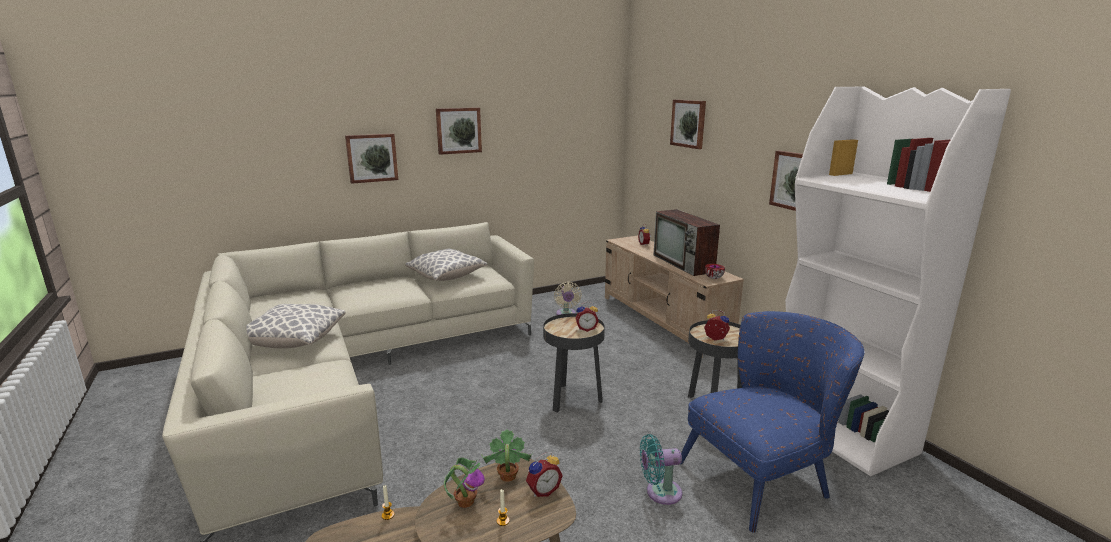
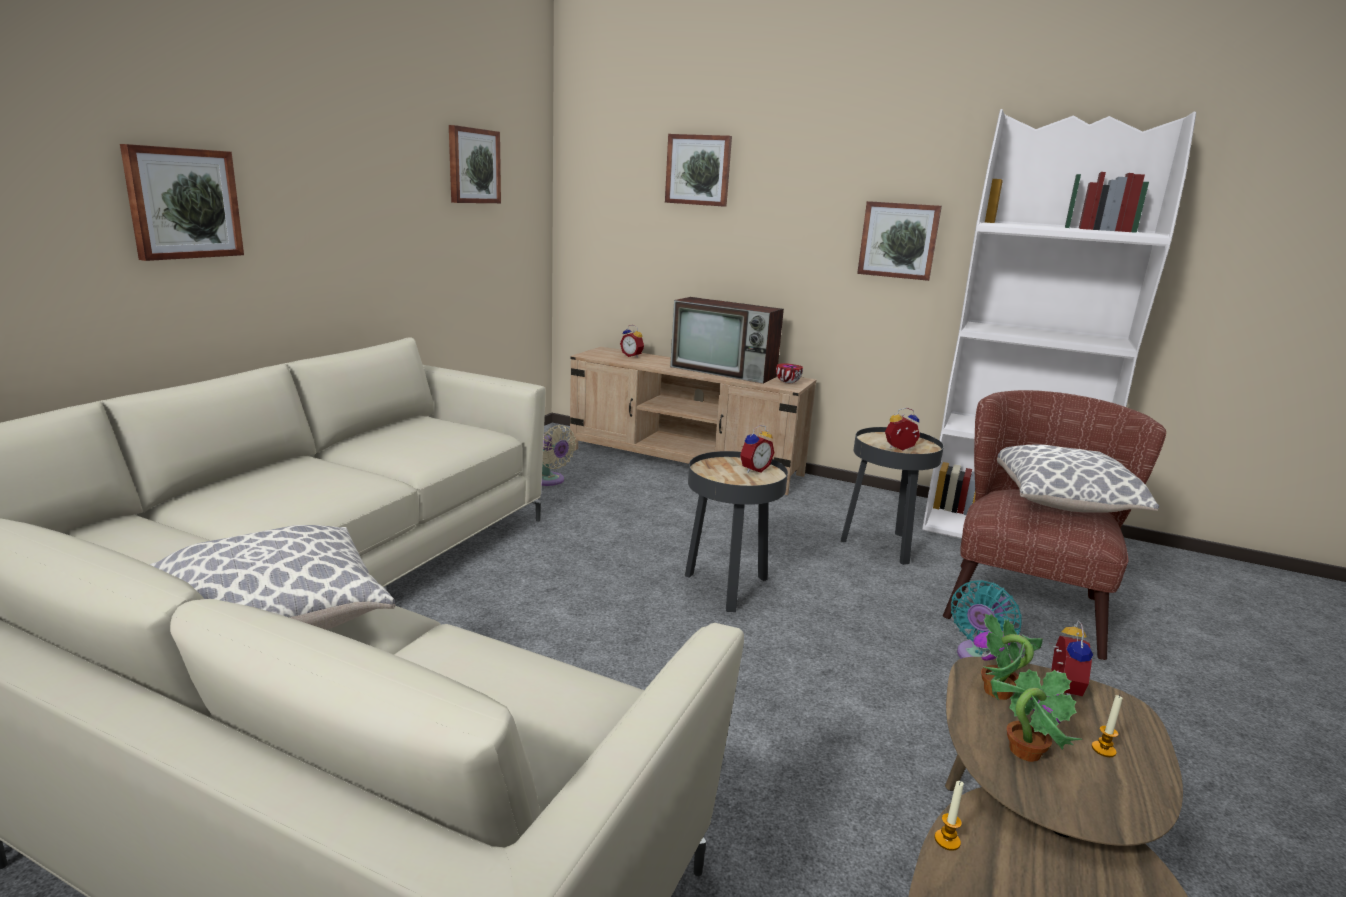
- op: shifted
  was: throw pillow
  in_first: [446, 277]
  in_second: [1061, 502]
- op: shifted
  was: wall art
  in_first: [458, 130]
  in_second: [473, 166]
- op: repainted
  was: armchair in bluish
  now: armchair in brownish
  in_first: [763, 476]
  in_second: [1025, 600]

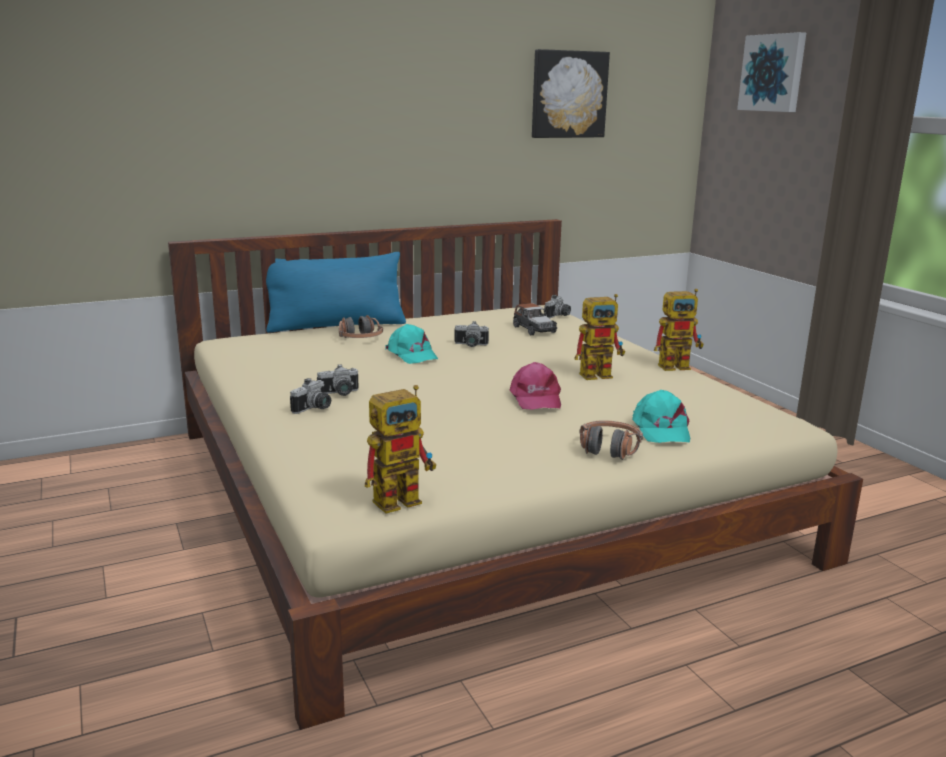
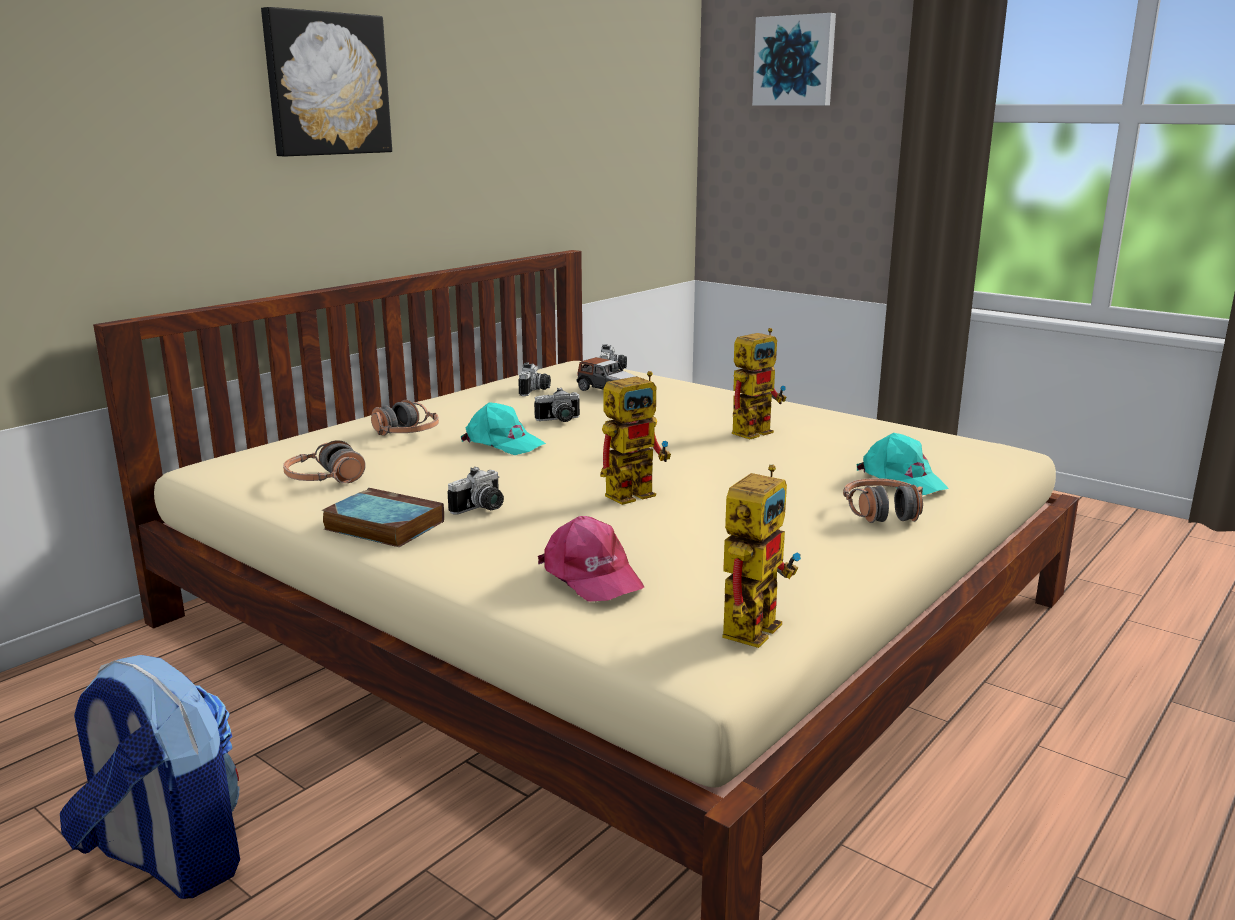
- op: gone
  was: throw pillow in bluish
  in_first: [336, 326]
- op: shifted
  was: still camera
  in_first: [314, 408]
  in_second: [535, 391]
- op: shifted
  was: cap in pink
  in_first: [535, 398]
  in_second: [591, 576]
- op: shifted
  was: wall art
  in_first: [568, 94]
  in_second: [326, 84]
- op: shifted
  was: robot figure
  in_first: [679, 366]
  in_second: [636, 492]
- op: new
  now: backpack
  in_second: [167, 859]
- op: new
  now: headset
  in_second: [324, 480]
- op: new
  now: bound book
  in_second: [381, 525]

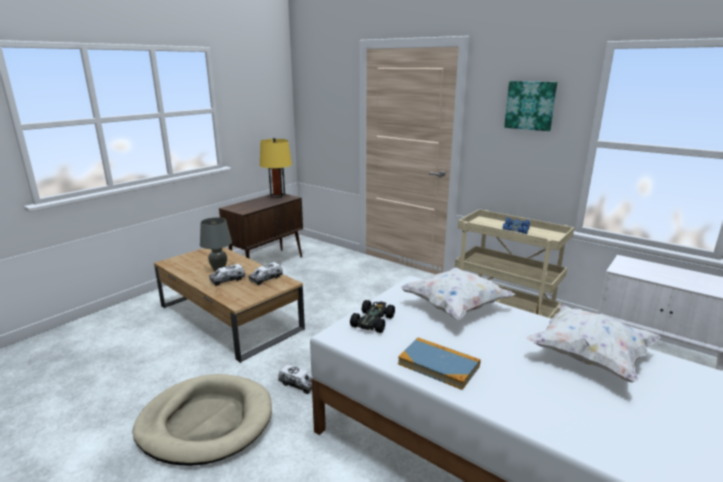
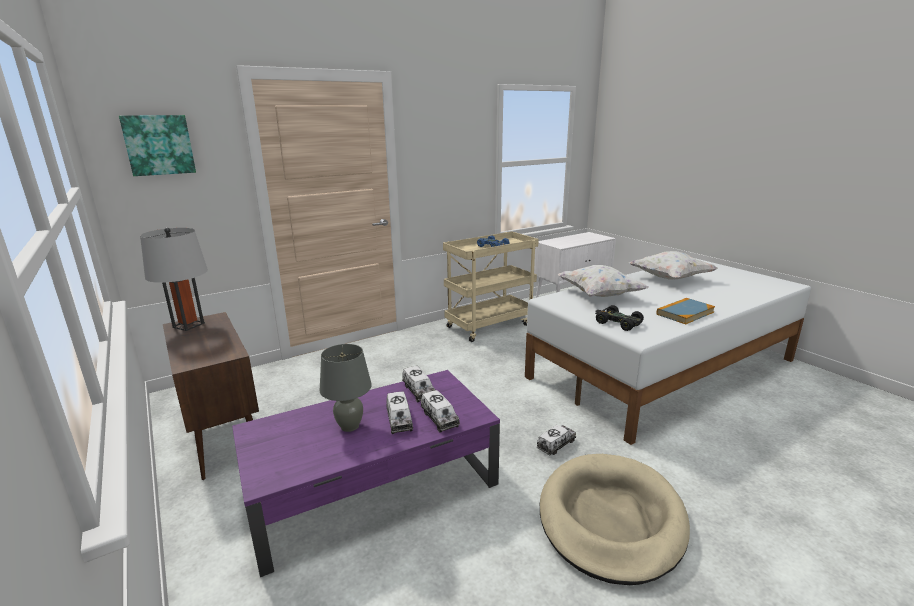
- op: repainted
  was: coffee table in brownish
  now: coffee table in purplish
  in_first: [230, 317]
  in_second: [374, 487]
- op: repainted
  was: lamp for a table in yellow
  now: lamp for a table in greyish
  in_first: [278, 196]
  in_second: [188, 325]
- op: shifted
  was: wall art
  in_first: [530, 105]
  in_second: [159, 145]
- op: new
  now: model truck
  in_second: [439, 418]

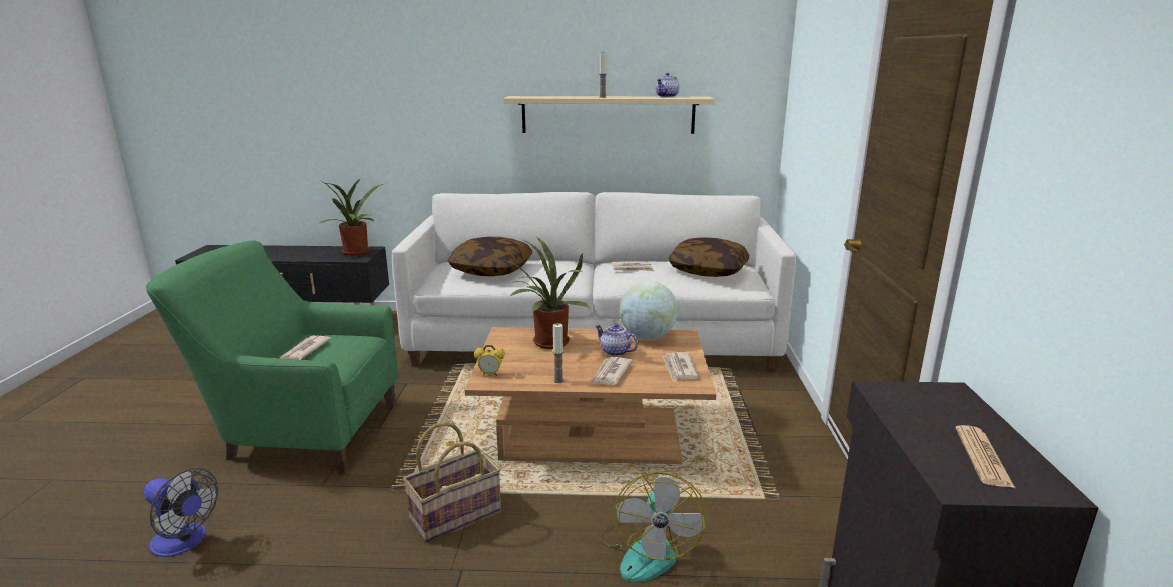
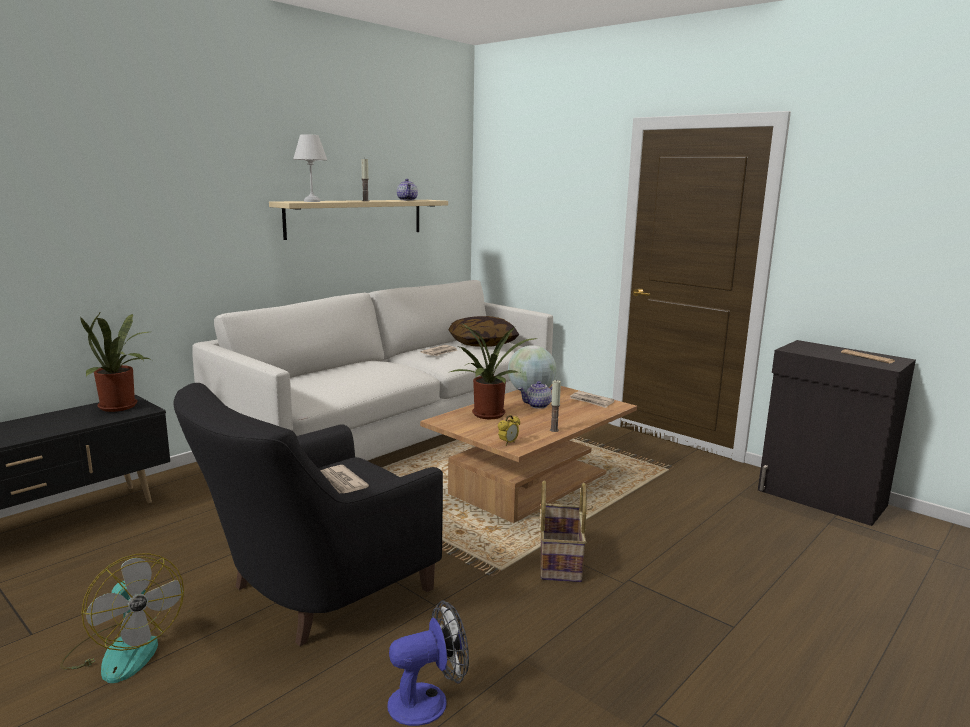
- op: repainted
  was: armchair in green-coloured
  now: armchair in blackish
  in_first: [299, 432]
  in_second: [314, 592]
- op: gone
  was: throw pillow
  in_first: [491, 270]
- op: gone
  was: daily paper
  in_first: [611, 373]
- op: shifted
  was: electric fan
  in_first: [648, 550]
  in_second: [124, 650]
- op: new
  now: lamp for a table in white-coloured
  in_second: [312, 201]

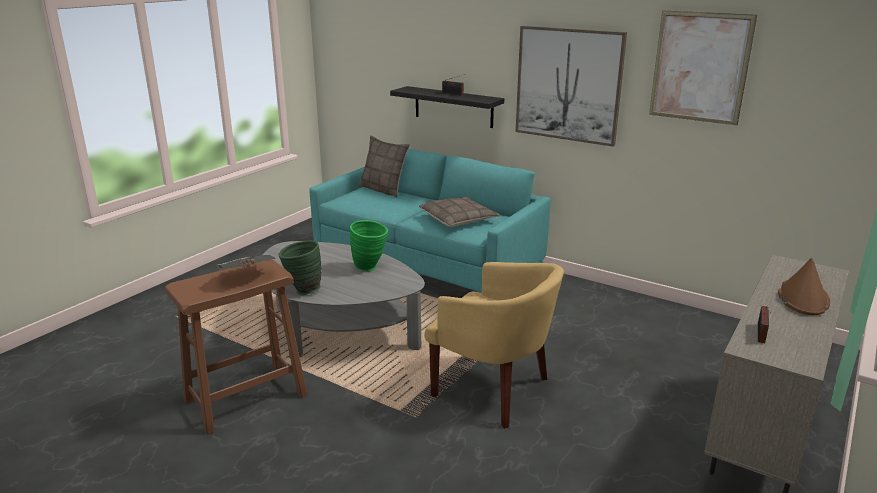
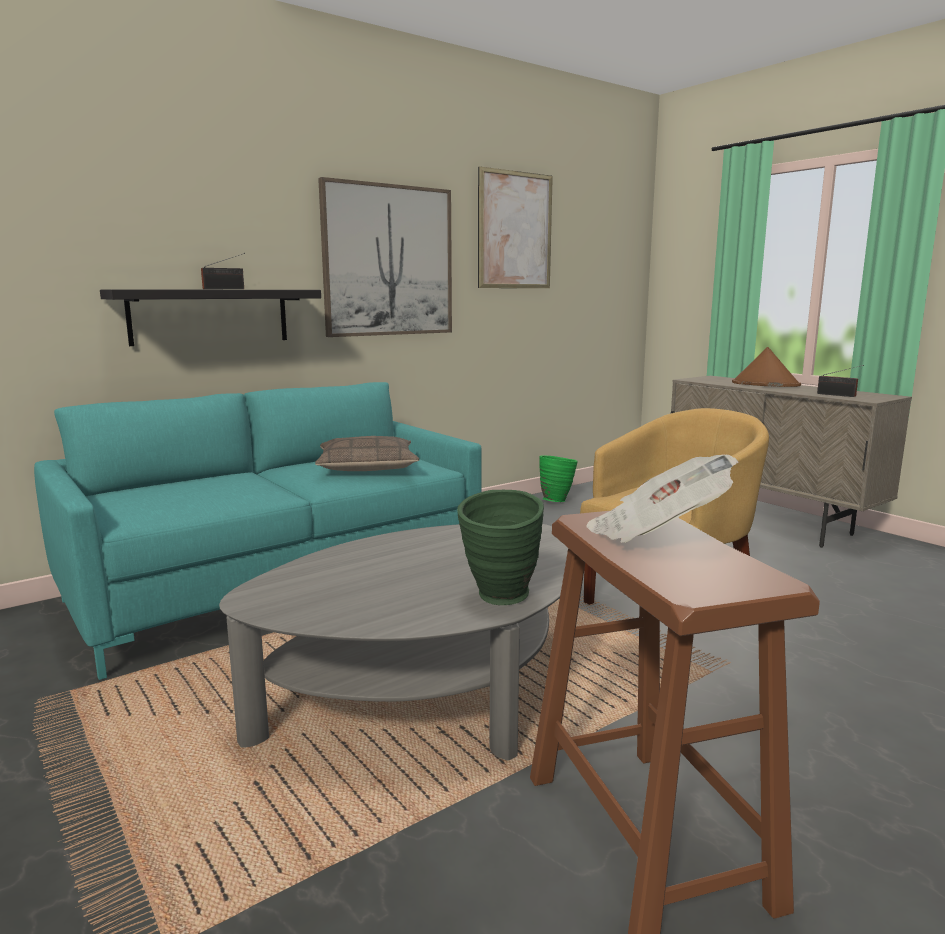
- op: shifted
  was: flower vase in green-coloured
  in_first: [370, 268]
  in_second: [557, 500]
- op: gone
  was: throw pillow
  in_first: [384, 189]

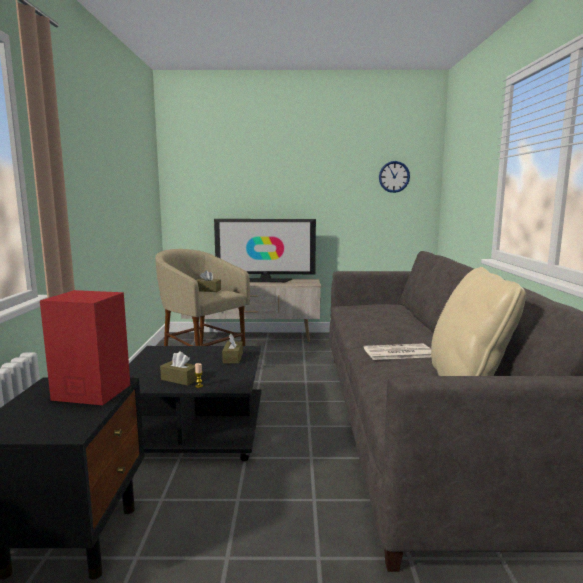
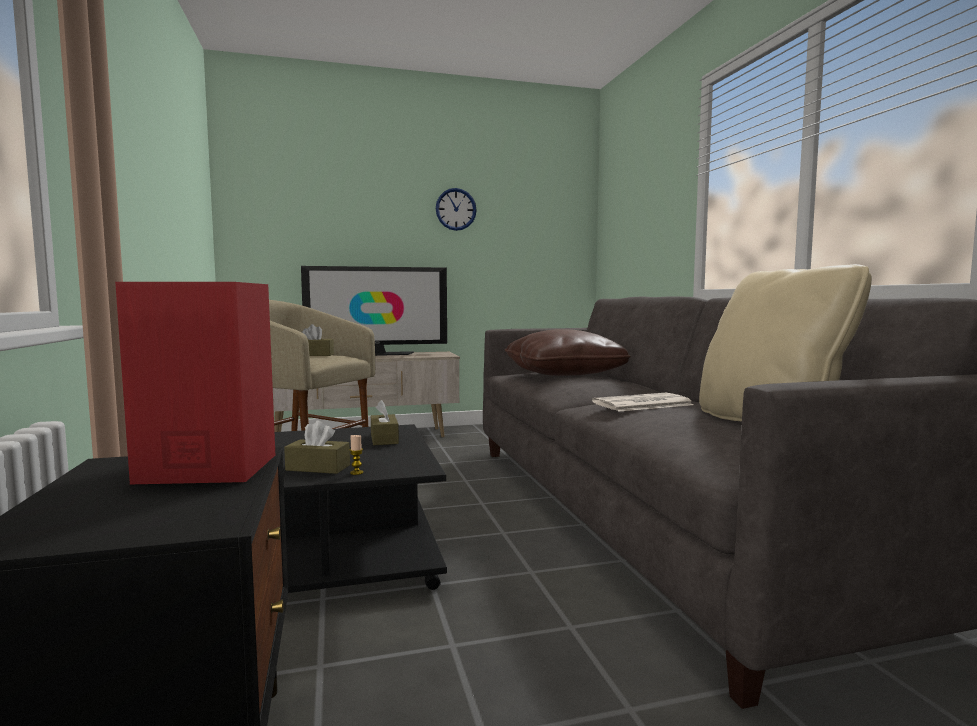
- op: shifted
  was: hanging clock
  in_first: [394, 176]
  in_second: [456, 209]
- op: new
  now: throw pillow in brownish
  in_second: [564, 374]

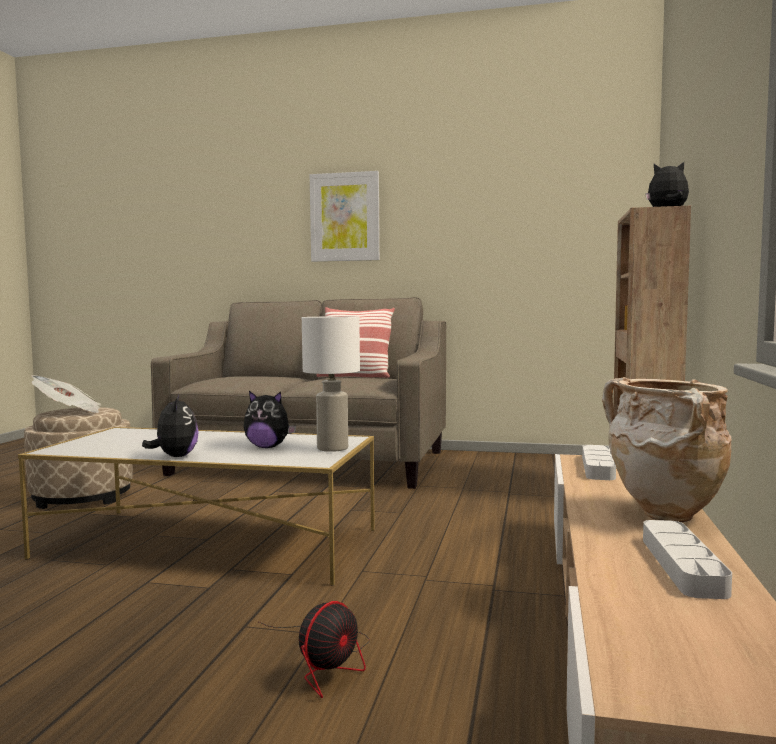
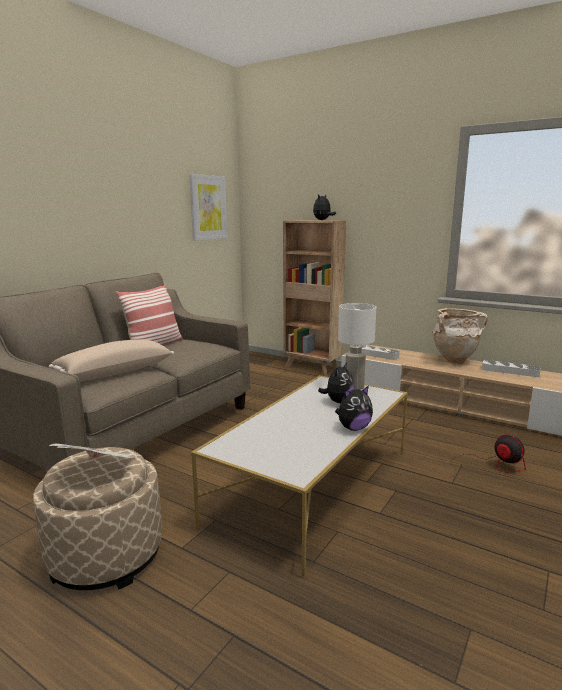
- op: rotated
  was: plush toy
  in_first: [175, 456]
  in_second: [353, 428]
  clockwise: 150
- op: shifted
  was: wall art
  in_first: [345, 217]
  in_second: [208, 207]
- op: new
  now: throw pillow in beige
  in_second: [114, 372]

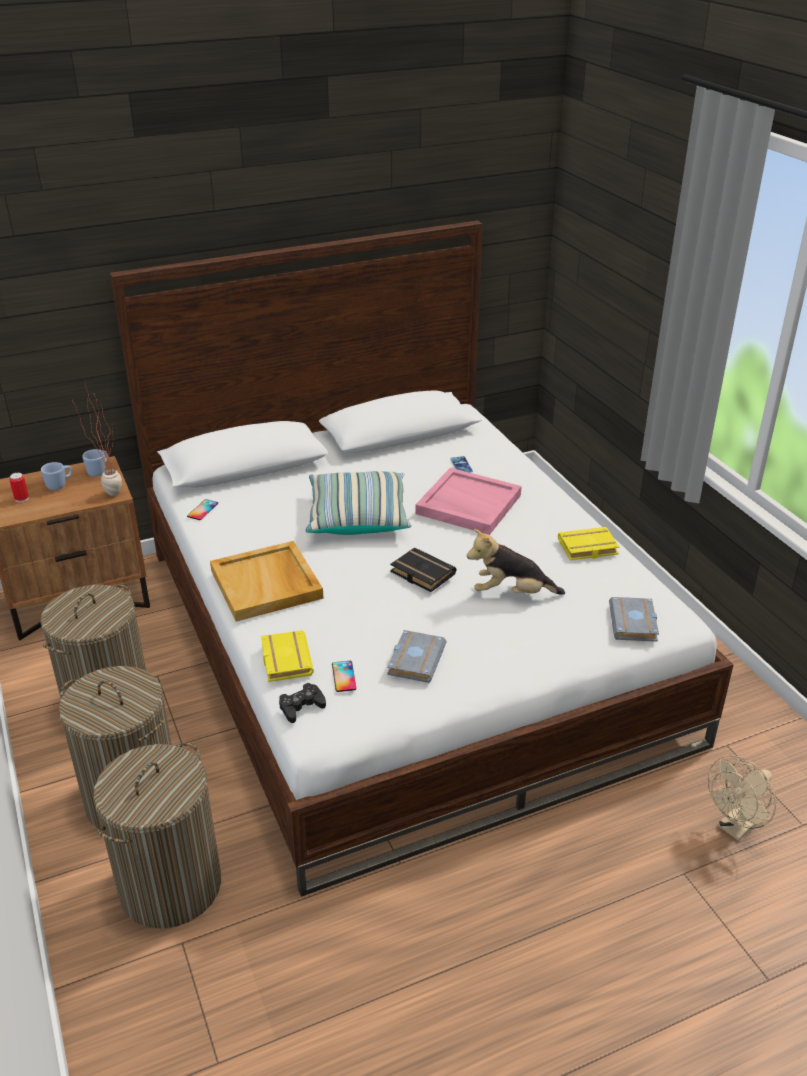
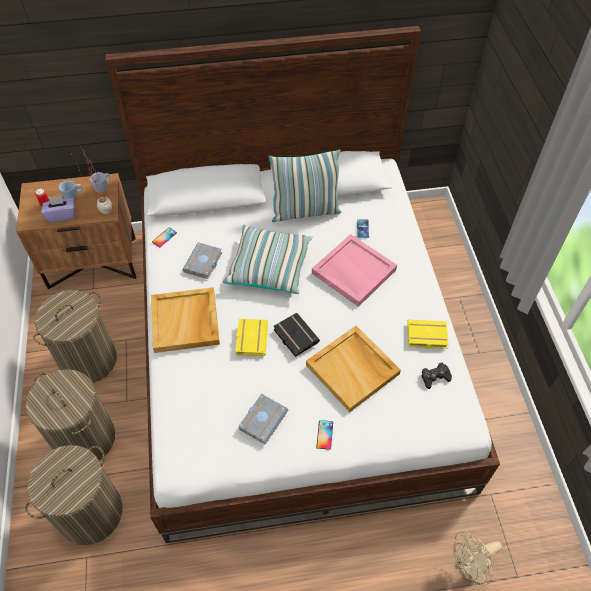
- op: shifted
  was: bound book in yellow
  in_first: [284, 659]
  in_second: [250, 338]
- op: shifted
  was: joypad in blackish
  in_first: [301, 707]
  in_second: [435, 377]
- op: shifted
  was: handset
  in_first: [344, 676]
  in_second: [324, 434]
- op: swapped
  was: plush toy
  now: carrying tray in beige
  in_first: [511, 593]
  in_second: [353, 369]
- op: shifted
  was: bound book in greyish
  in_first: [635, 624]
  in_second: [204, 263]
- op: new
  now: tissue holder in purplish
  in_second: [62, 215]
- op: new
  now: throw pillow
  in_second: [305, 211]

